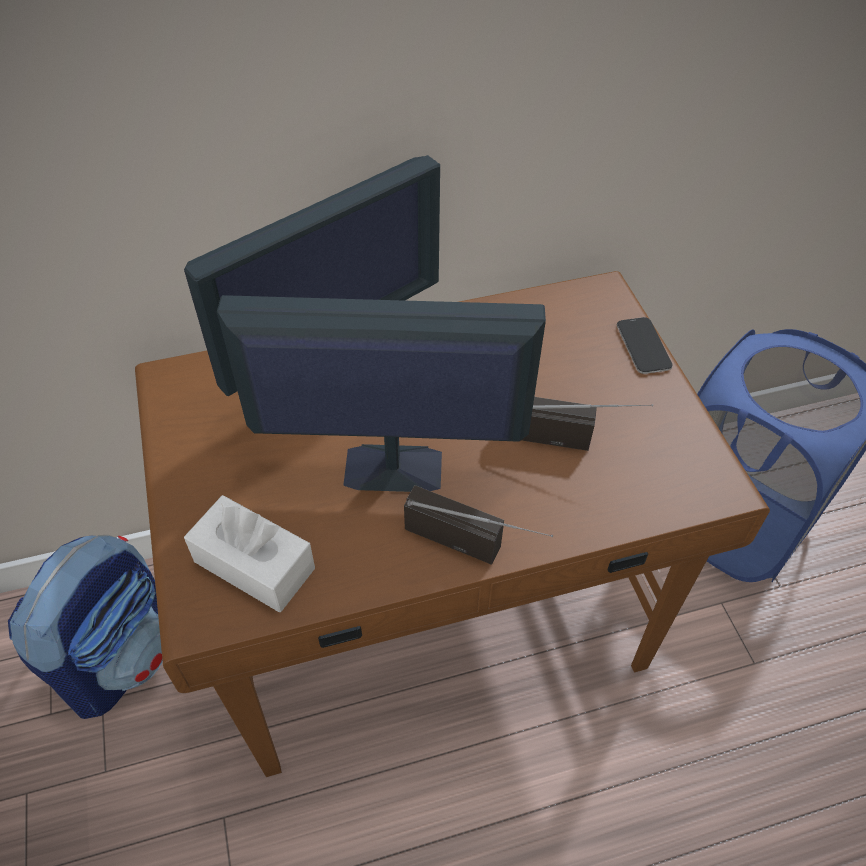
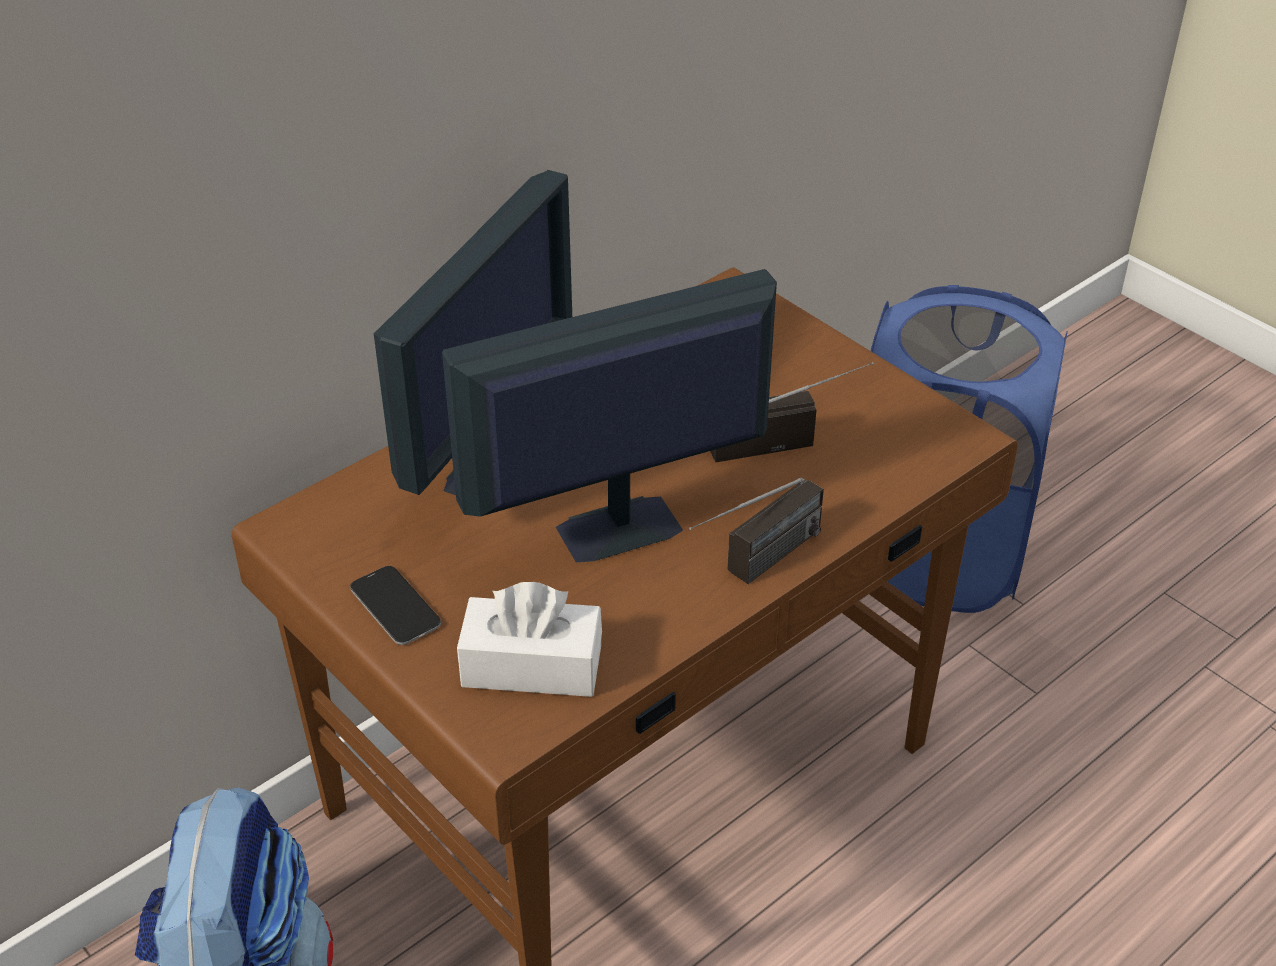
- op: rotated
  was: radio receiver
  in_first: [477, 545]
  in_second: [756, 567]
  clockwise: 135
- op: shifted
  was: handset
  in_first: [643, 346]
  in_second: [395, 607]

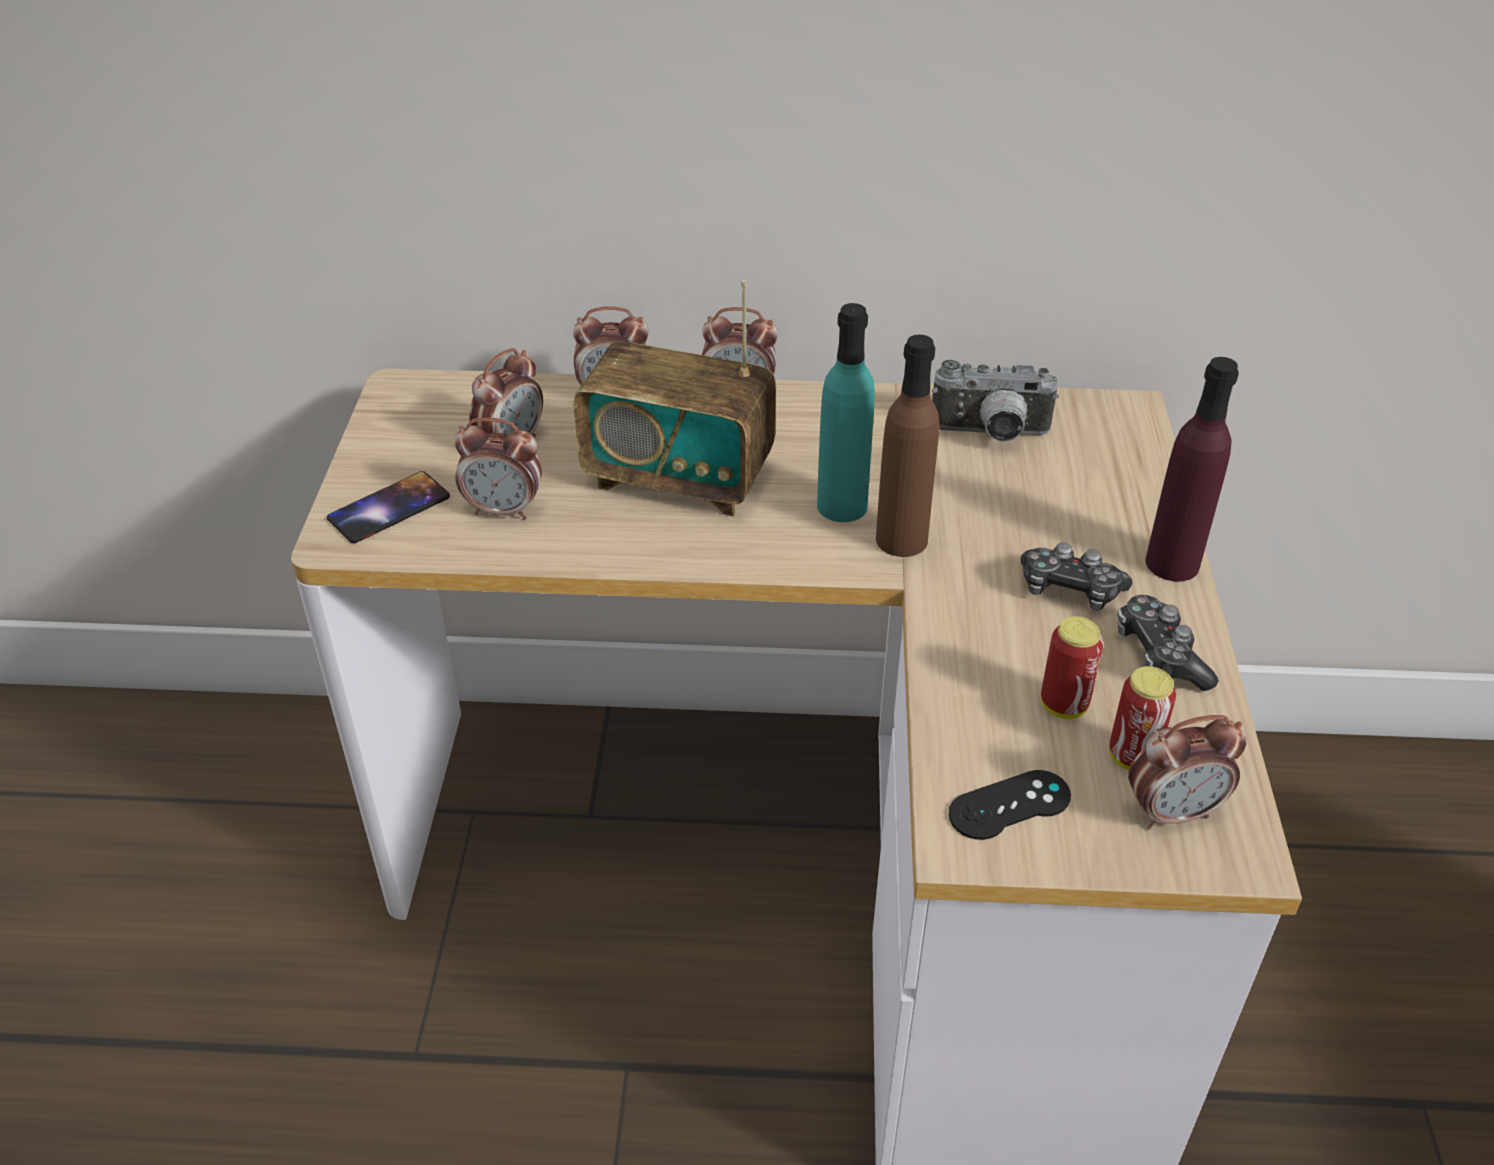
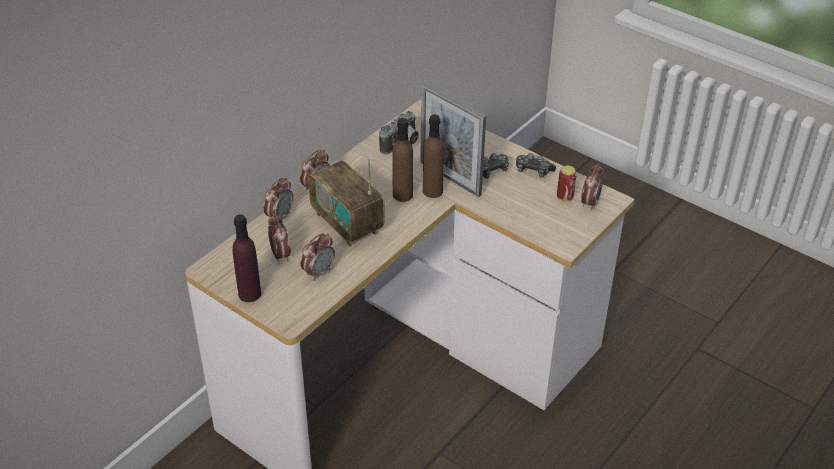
- op: gone
  was: handset
  in_first: [389, 508]
- op: rotated
  was: radio receiver
  in_first: [679, 478]
  in_second: [347, 223]
  clockwise: 90
- op: repainted
  was: beverage bottle in blue-green
  now: beverage bottle in brownish
  in_first: [842, 506]
  in_second: [402, 195]
- op: gone
  was: joypad in blackish
  in_first: [1009, 805]
- op: gone
  was: can
  in_first: [1063, 705]
- op: shifted
  was: beverage bottle in purplish
  in_first: [1172, 563]
  in_second: [249, 294]
- op: new
  now: standing frame
  in_second: [450, 178]

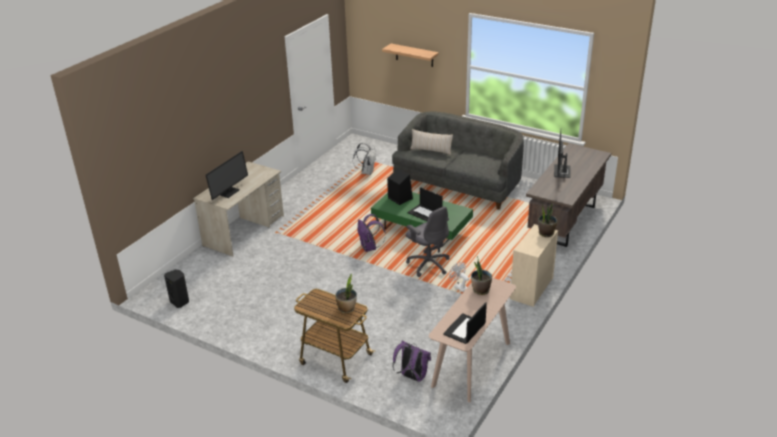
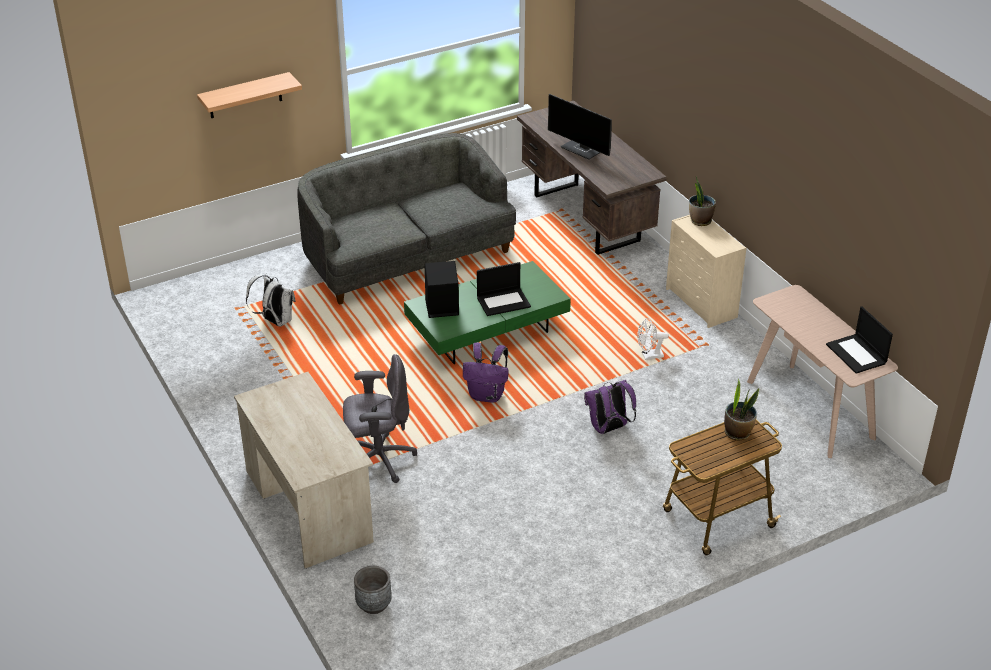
- op: gone
  was: loudspeaker in blackish
  in_first: [180, 302]
- op: gone
  was: monitor
  in_first: [227, 191]
- op: shifted
  was: backpack in purplish
  in_first: [412, 376]
  in_second: [608, 428]
- op: shifted
  was: desk chair in greyish
  in_first: [428, 264]
  in_second: [378, 460]
- op: gone
  was: throw pillow in beige
  in_first: [431, 150]
- op: gone
  was: plant in a pot
  in_first: [480, 290]
- op: new
  now: planter in greyish
  in_second: [373, 604]

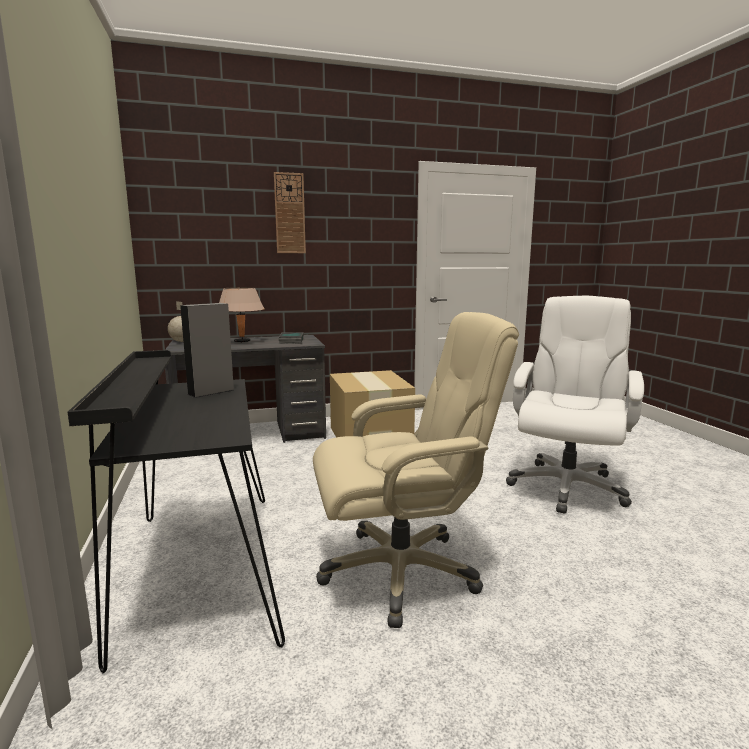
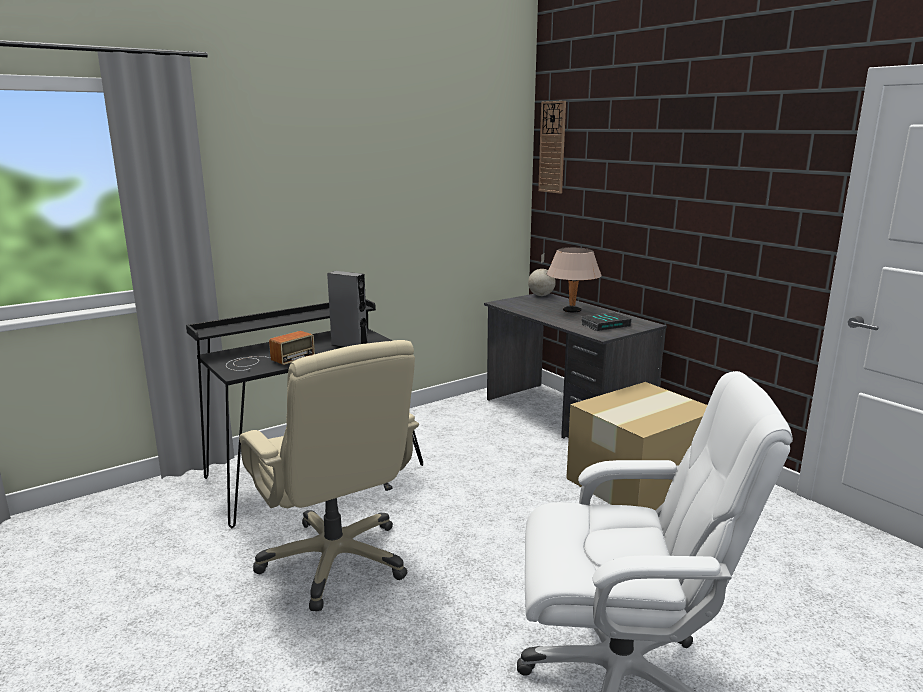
- op: shifted
  was: hanging clock
  in_first: [289, 213]
  in_second: [552, 147]
- op: new
  now: radio receiver
  in_second: [267, 361]

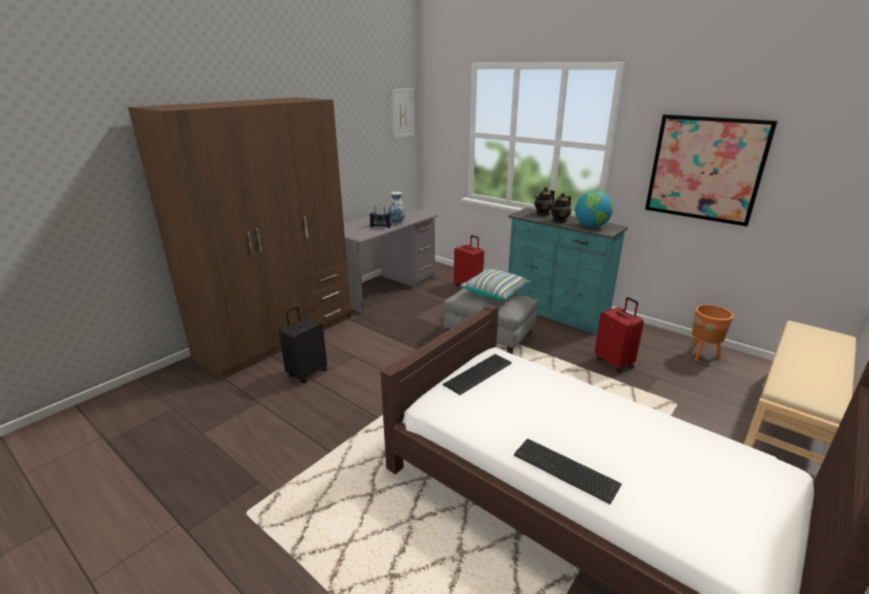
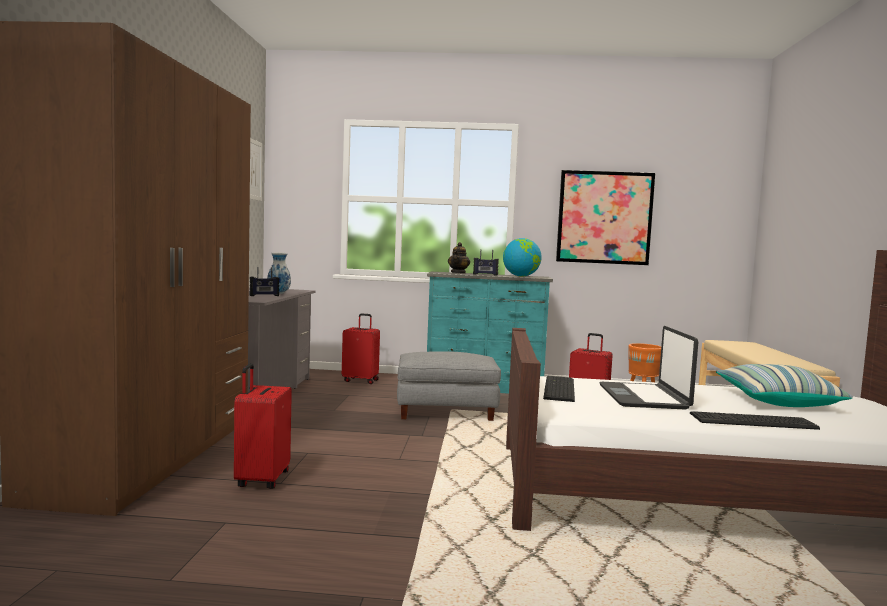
- op: repainted
  was: suitcase in blackish
  now: suitcase in reddish
  in_first: [307, 373]
  in_second: [261, 480]
- op: shifted
  was: throw pillow
  in_first: [495, 292]
  in_second: [776, 401]
- op: swapped
  was: tea pot
  now: radio receiver
  in_first: [560, 220]
  in_second: [485, 274]
- op: new
  now: notebook computer
  in_second: [644, 397]

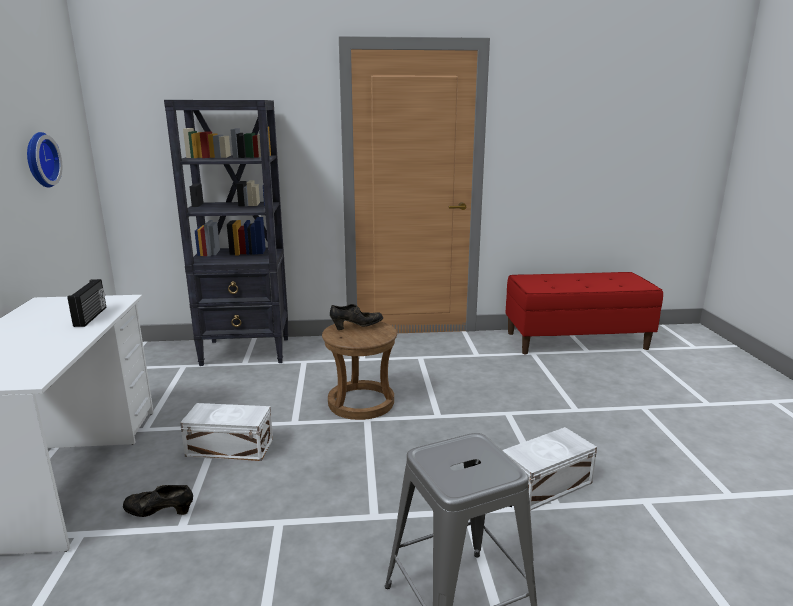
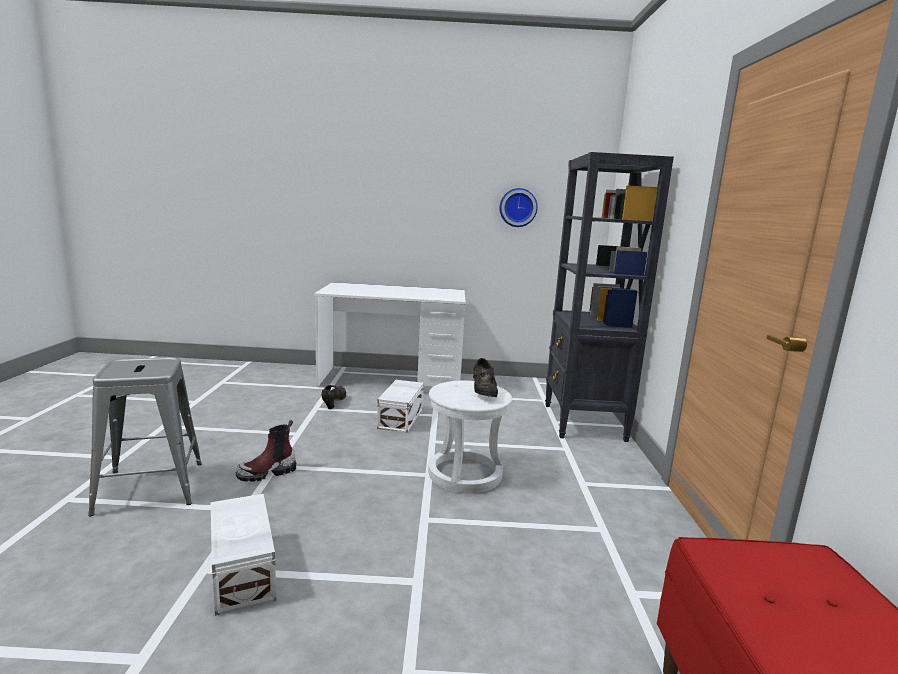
- op: gone
  was: radio receiver
  in_first: [91, 316]
- op: repainted
  was: sitting stool in brownish
  now: sitting stool in white-coloured
  in_first: [361, 402]
  in_second: [465, 474]
- op: new
  now: tall boot
  in_second: [267, 472]

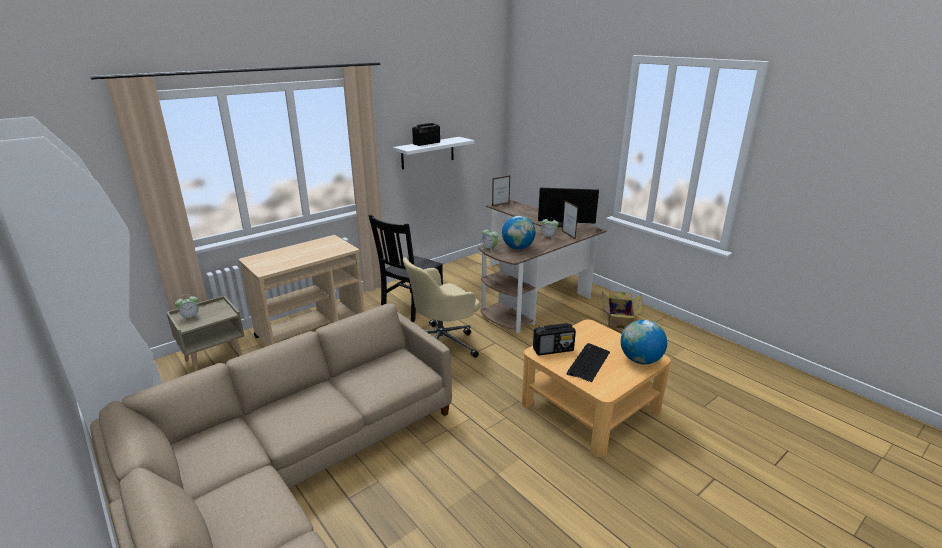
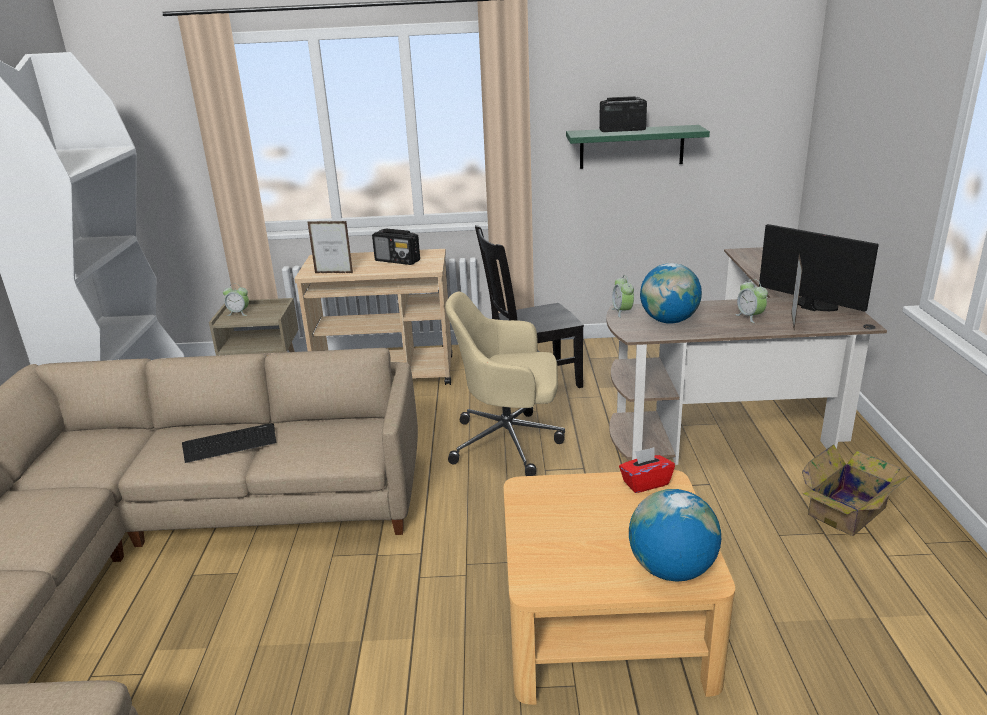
- op: repainted
  was: bracket shelf in white-coloured
  now: bracket shelf in green-coloured
  in_first: [427, 153]
  in_second: [631, 147]
- op: shifted
  was: standing frame
  in_first: [500, 204]
  in_second: [334, 273]
- op: shifted
  was: radio receiver
  in_first: [553, 349]
  in_second: [398, 261]
- op: shifted
  was: computer keyboard
  in_first: [588, 363]
  in_second: [230, 443]
- op: new
  now: tissue holder in reddish
  in_second: [645, 483]

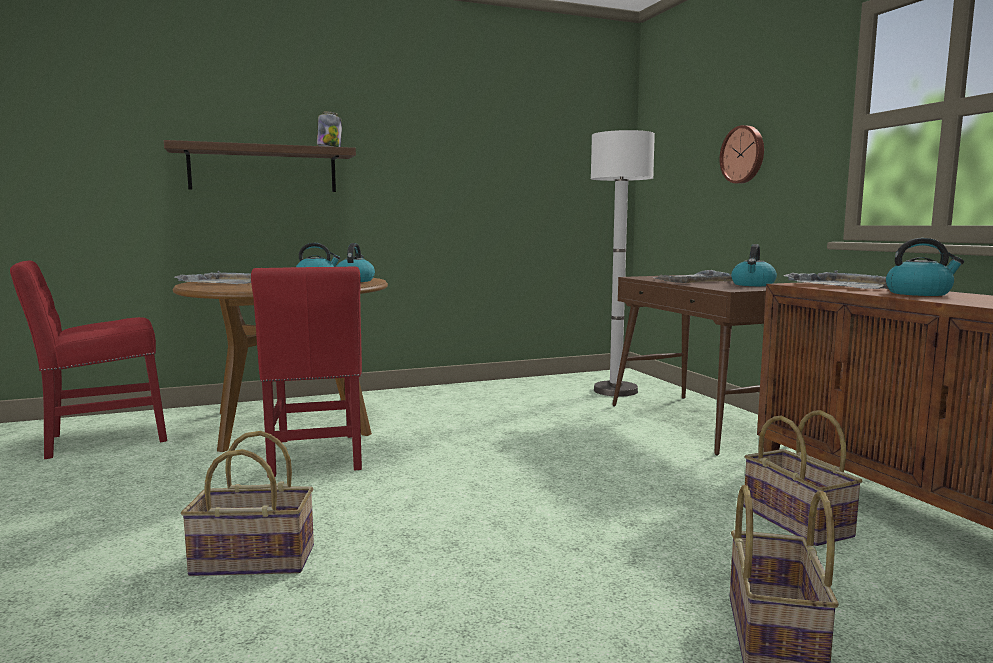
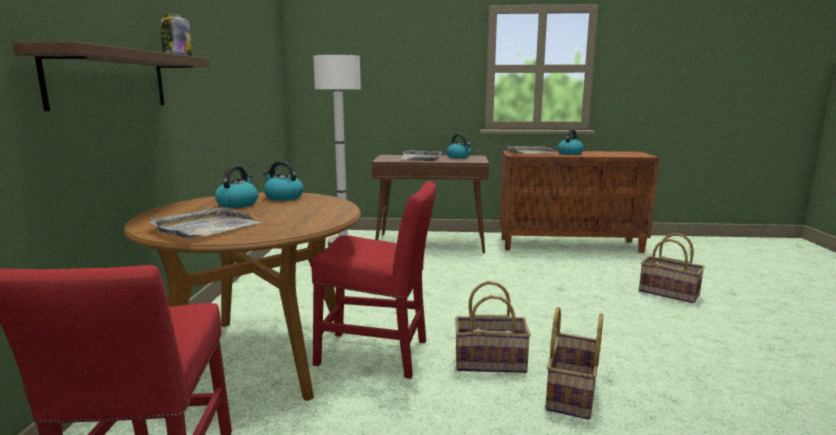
- op: gone
  was: hanging clock
  in_first: [743, 154]
- op: shifted
  was: household basket
  in_first: [798, 521]
  in_second: [490, 362]

